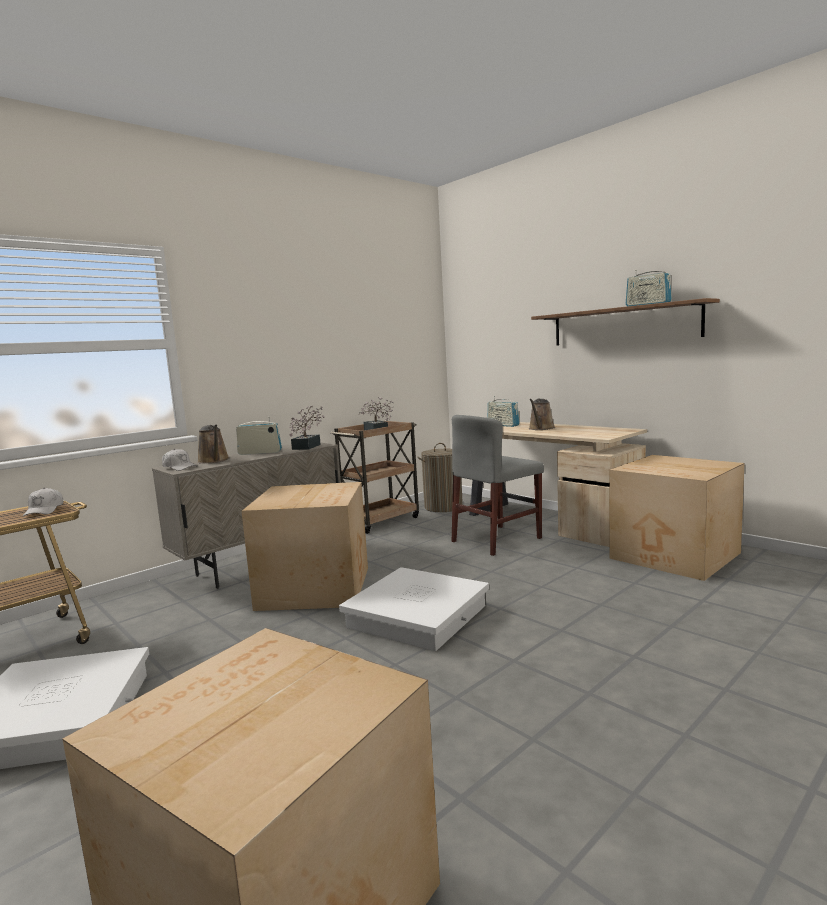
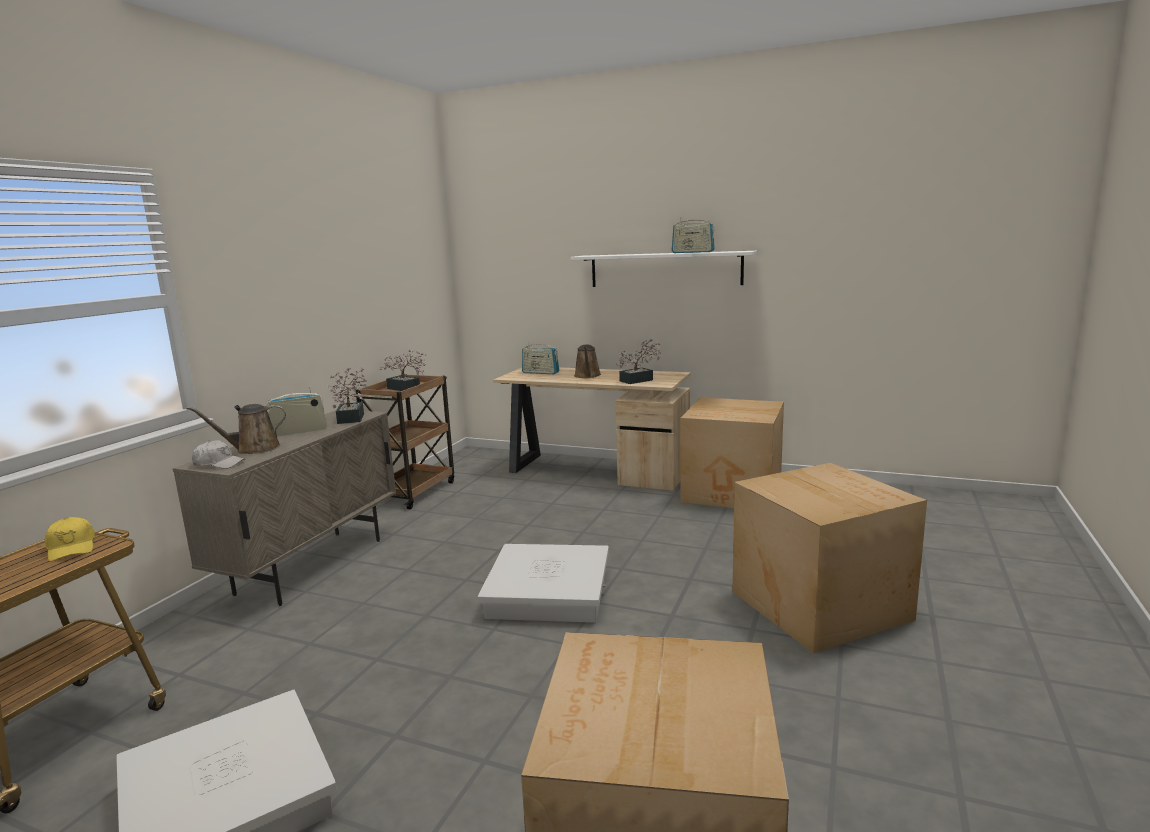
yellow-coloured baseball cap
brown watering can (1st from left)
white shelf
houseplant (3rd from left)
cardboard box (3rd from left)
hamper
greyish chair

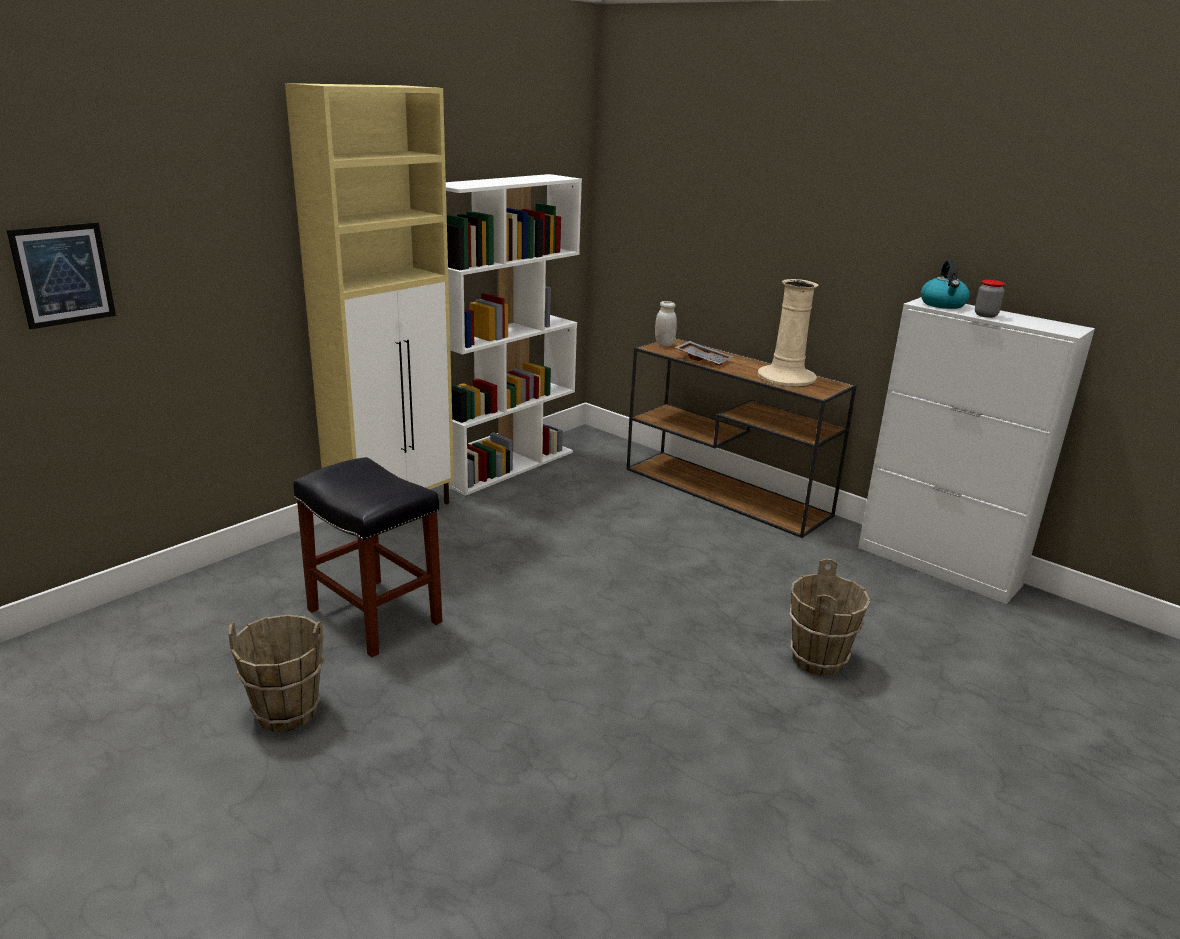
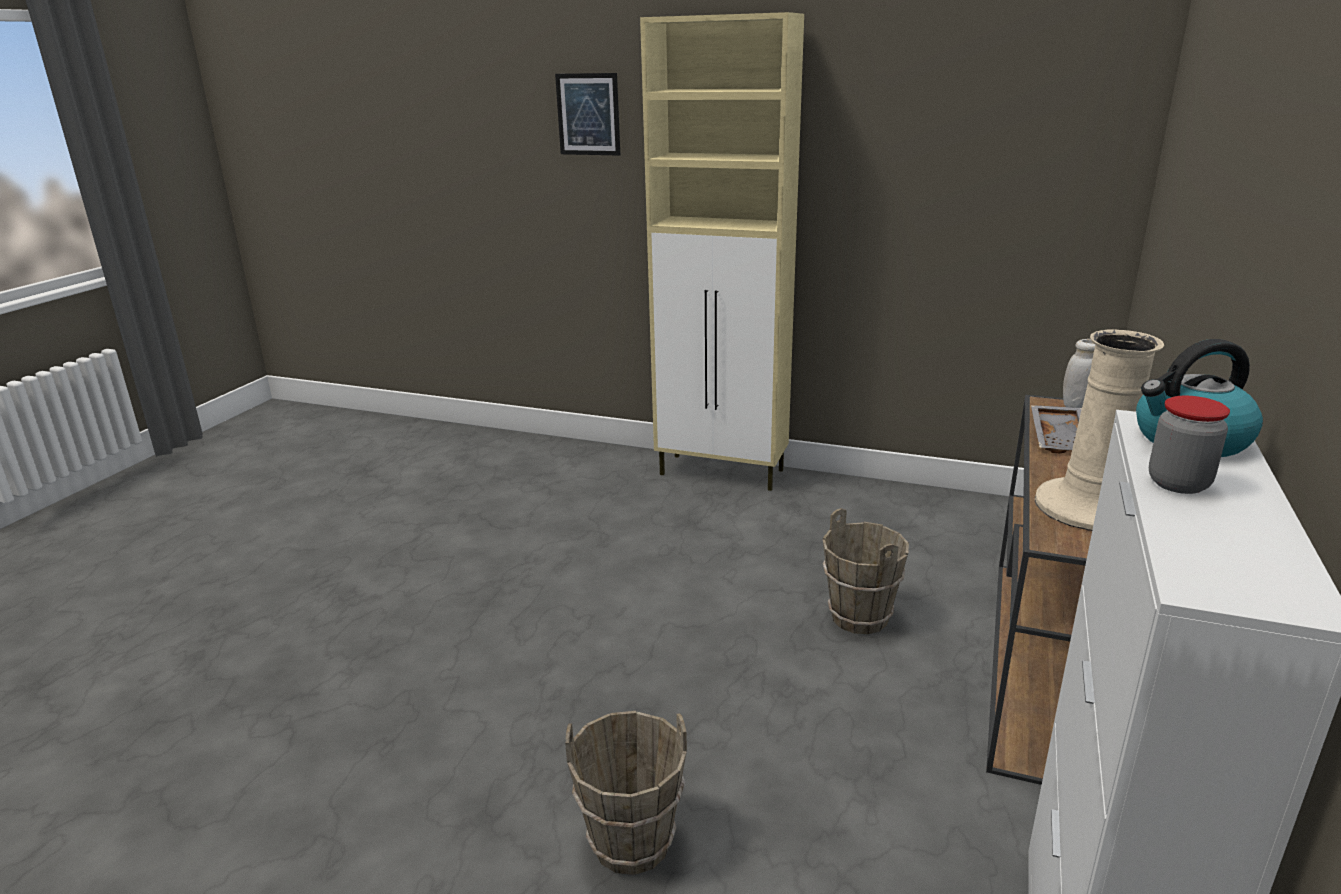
wall art
brown water bucket (2nd from left)
blackish sitting stool
white shelving unit

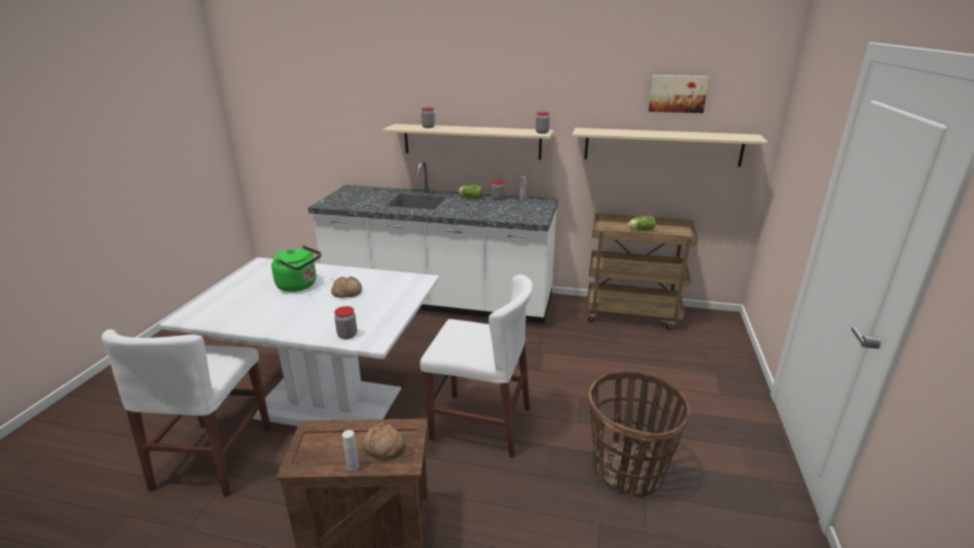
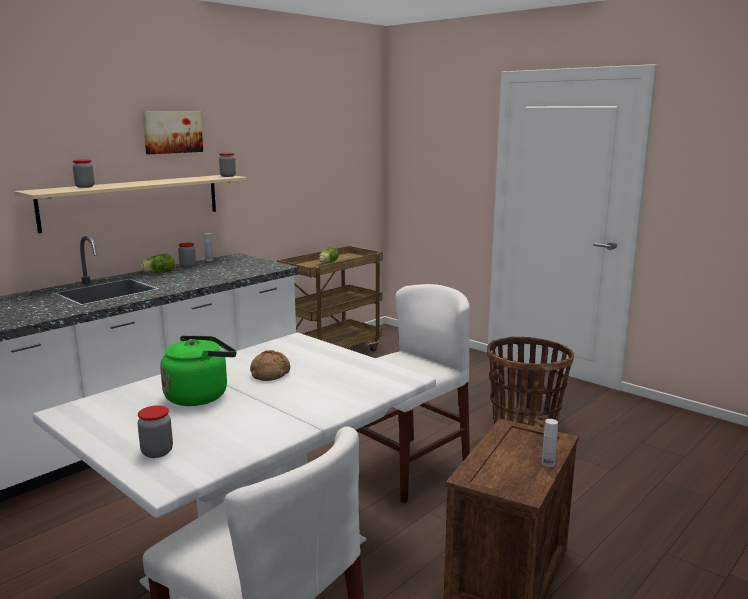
jar (2nd from left)
wall art
bread (2nd from left in the first image)
sand-coloured shelf (2nd from left in the first image)

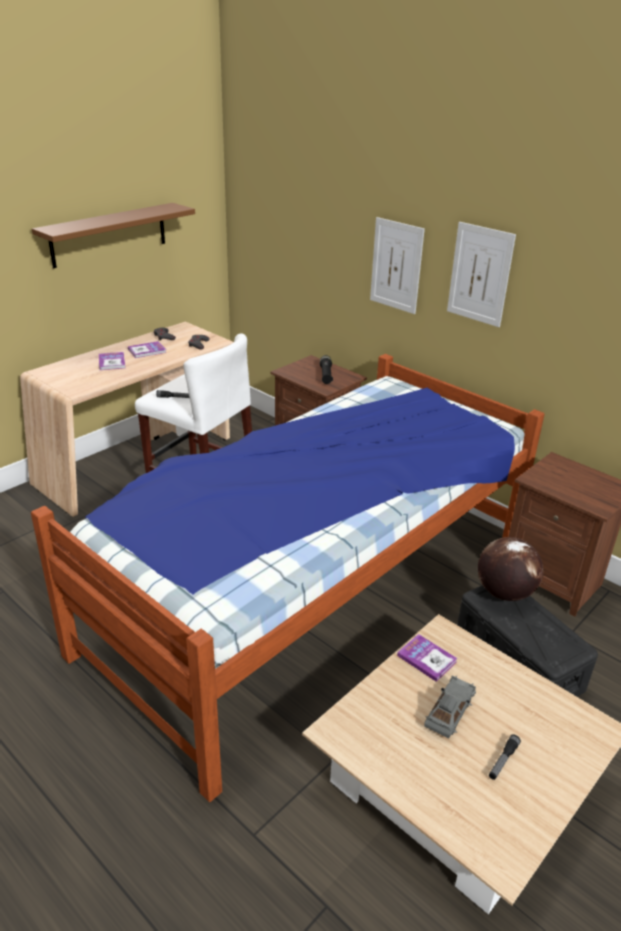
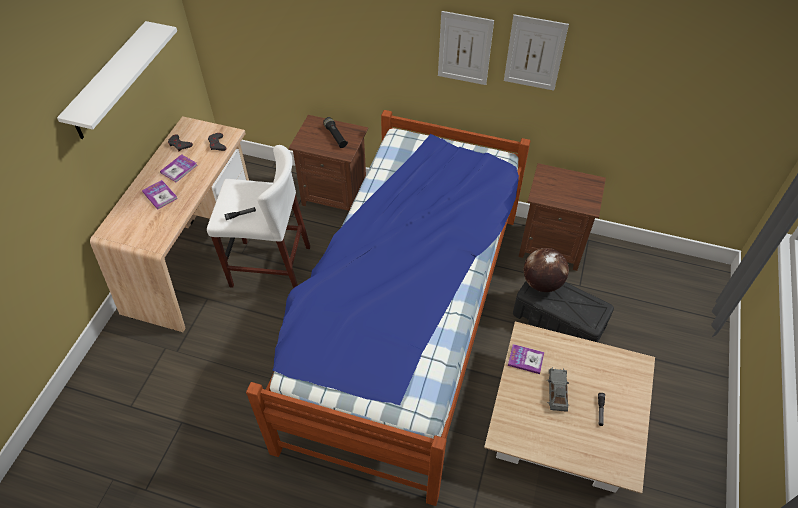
white shelf
wall art (2nd from left)

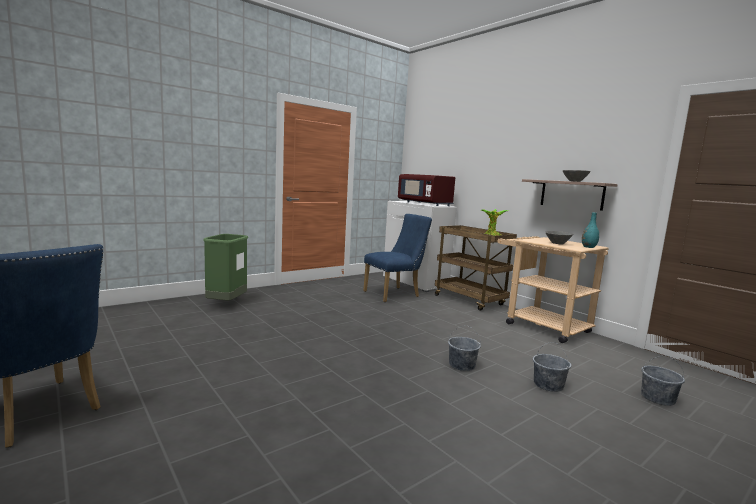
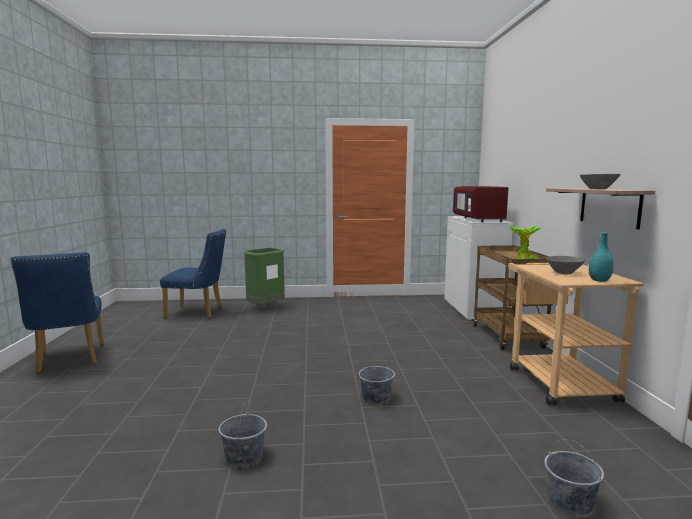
blue chair (2nd from left)
greyish water bucket (1st from left)

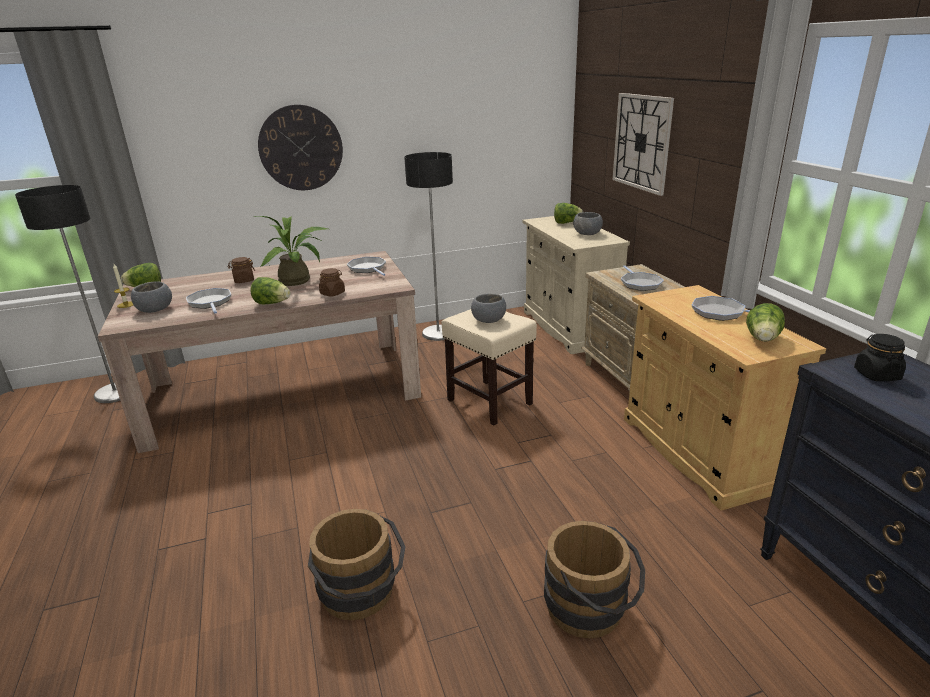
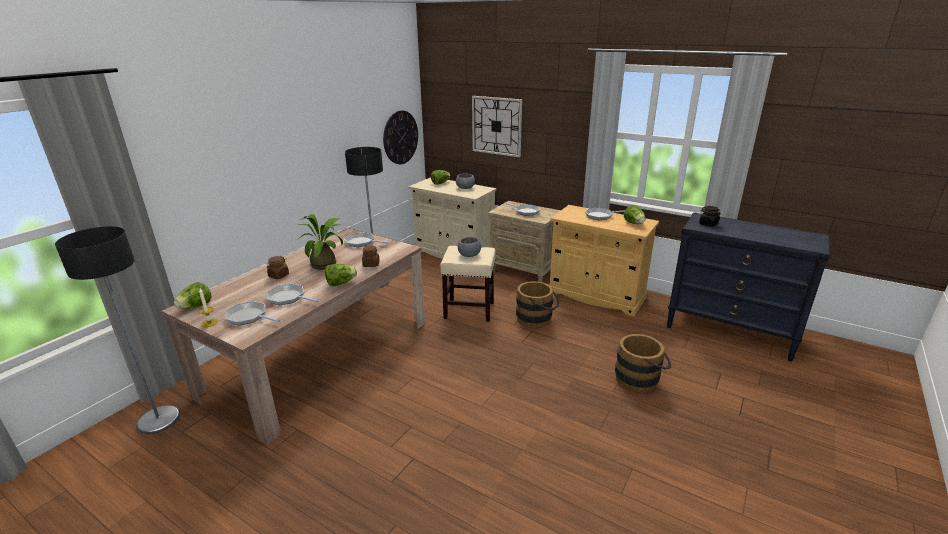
pan (1st from left)
clock on the wall (1st from left)
brown water bucket (1st from left)

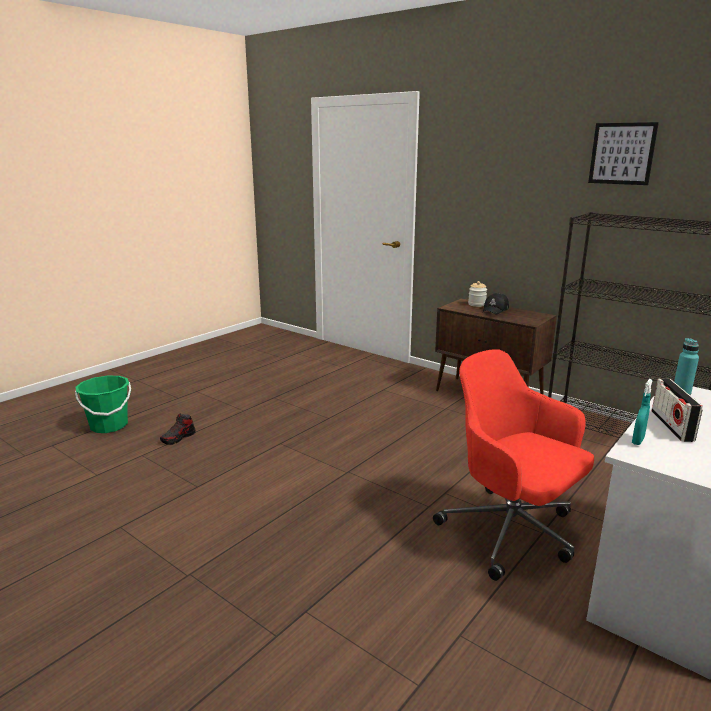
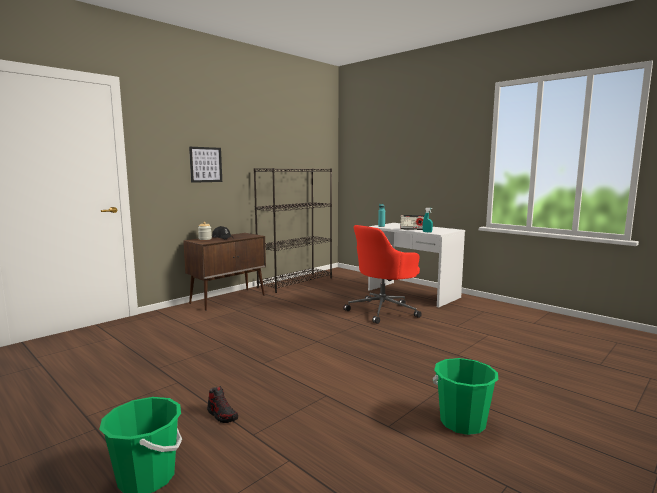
wall art
green-coloured water bucket (2nd from left)

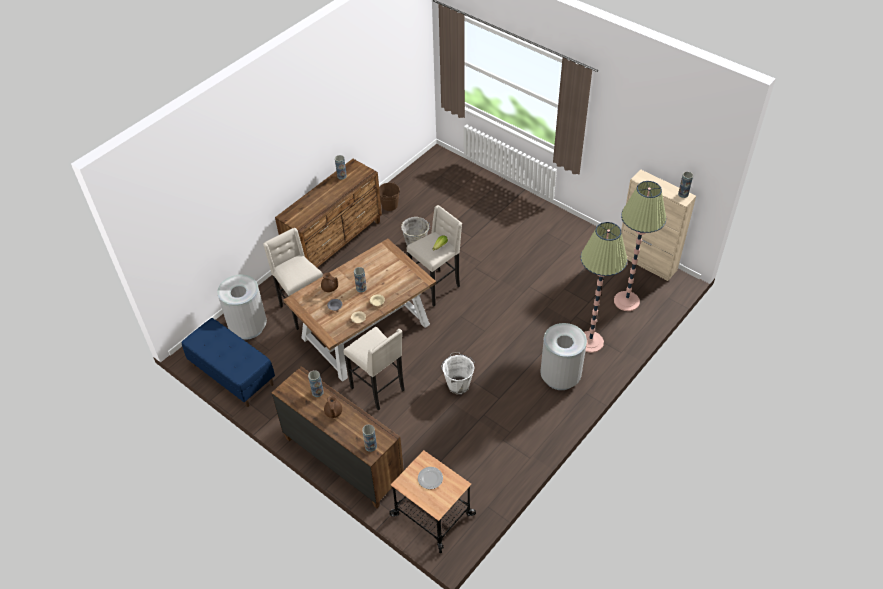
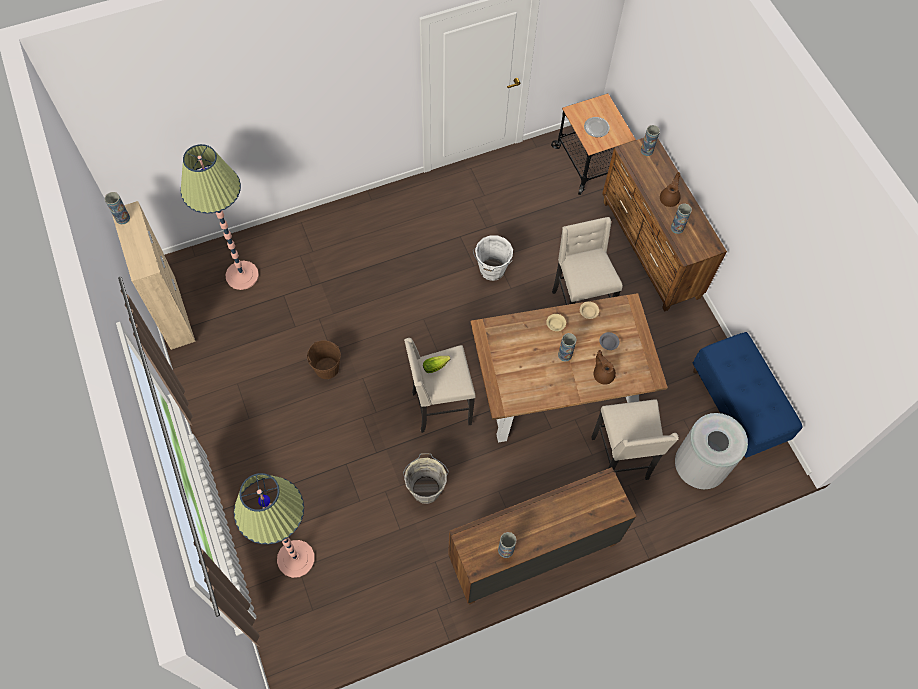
floor lamp (2nd from left)
brown water bucket
greyish rubbish bin (2nd from left in the first image)

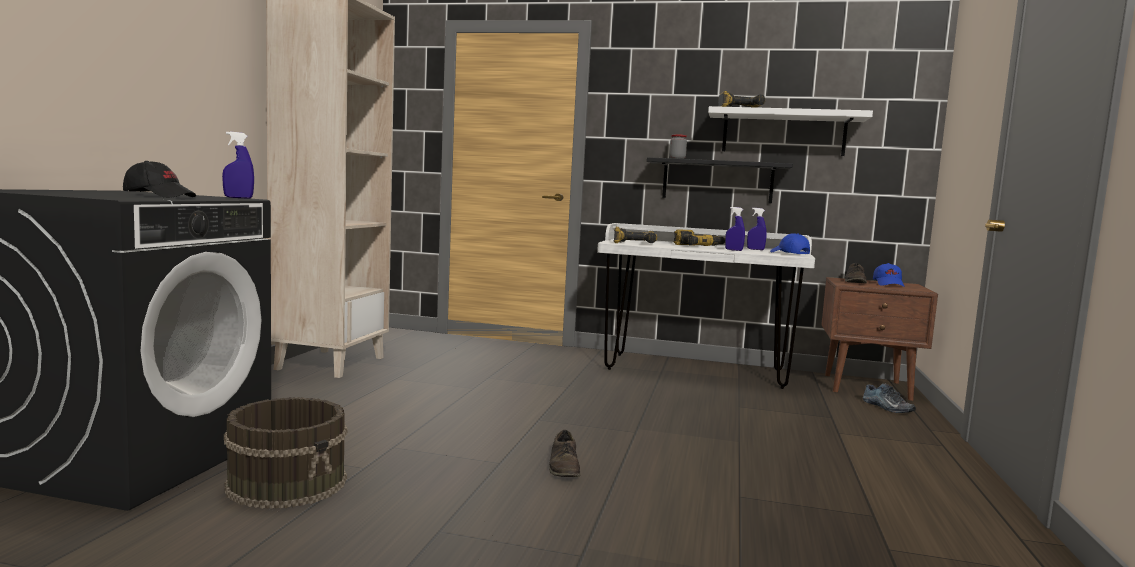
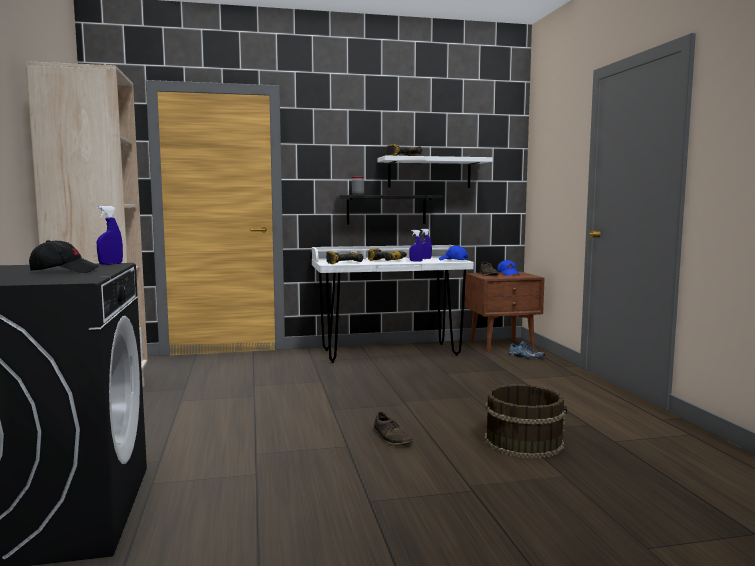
brown water bucket

